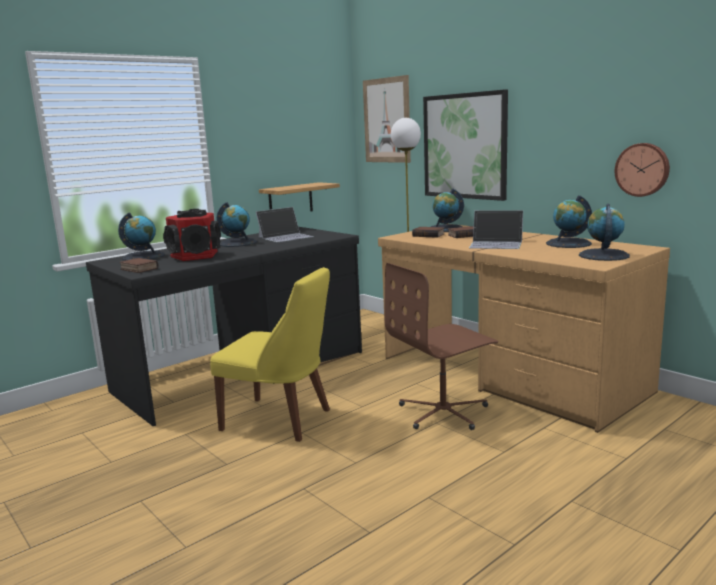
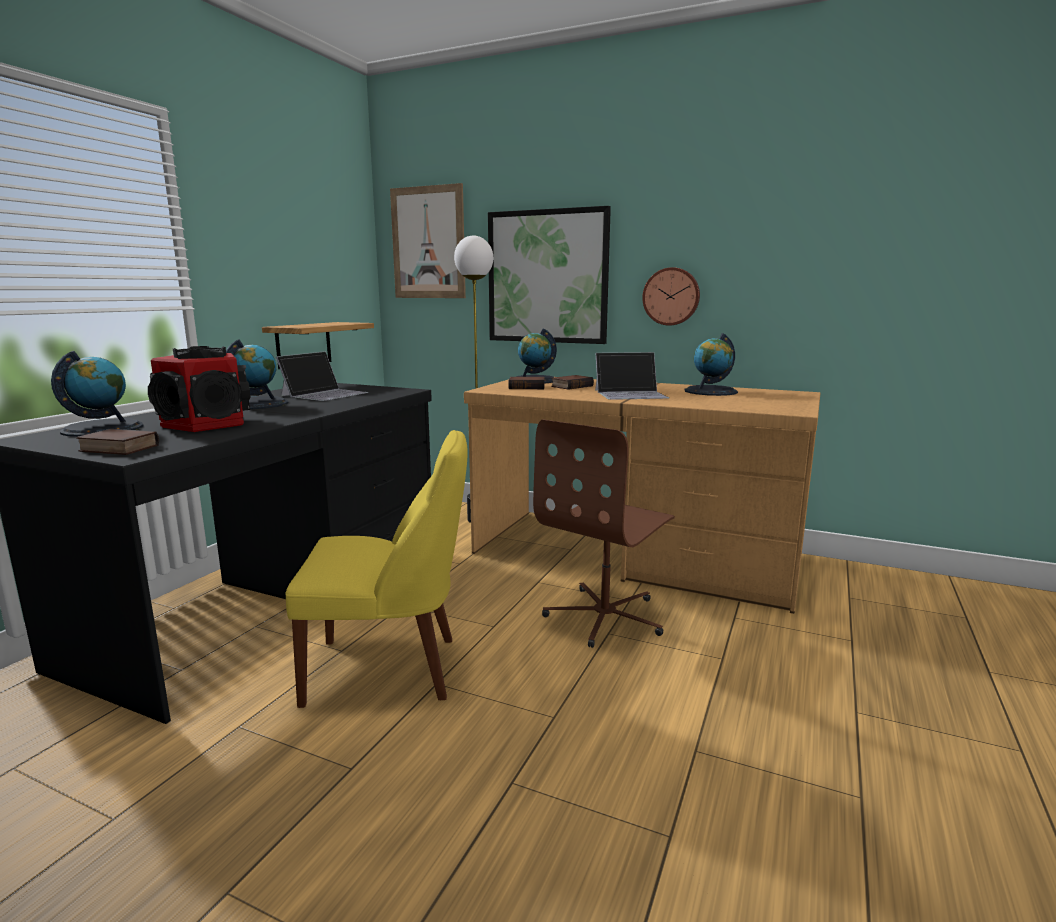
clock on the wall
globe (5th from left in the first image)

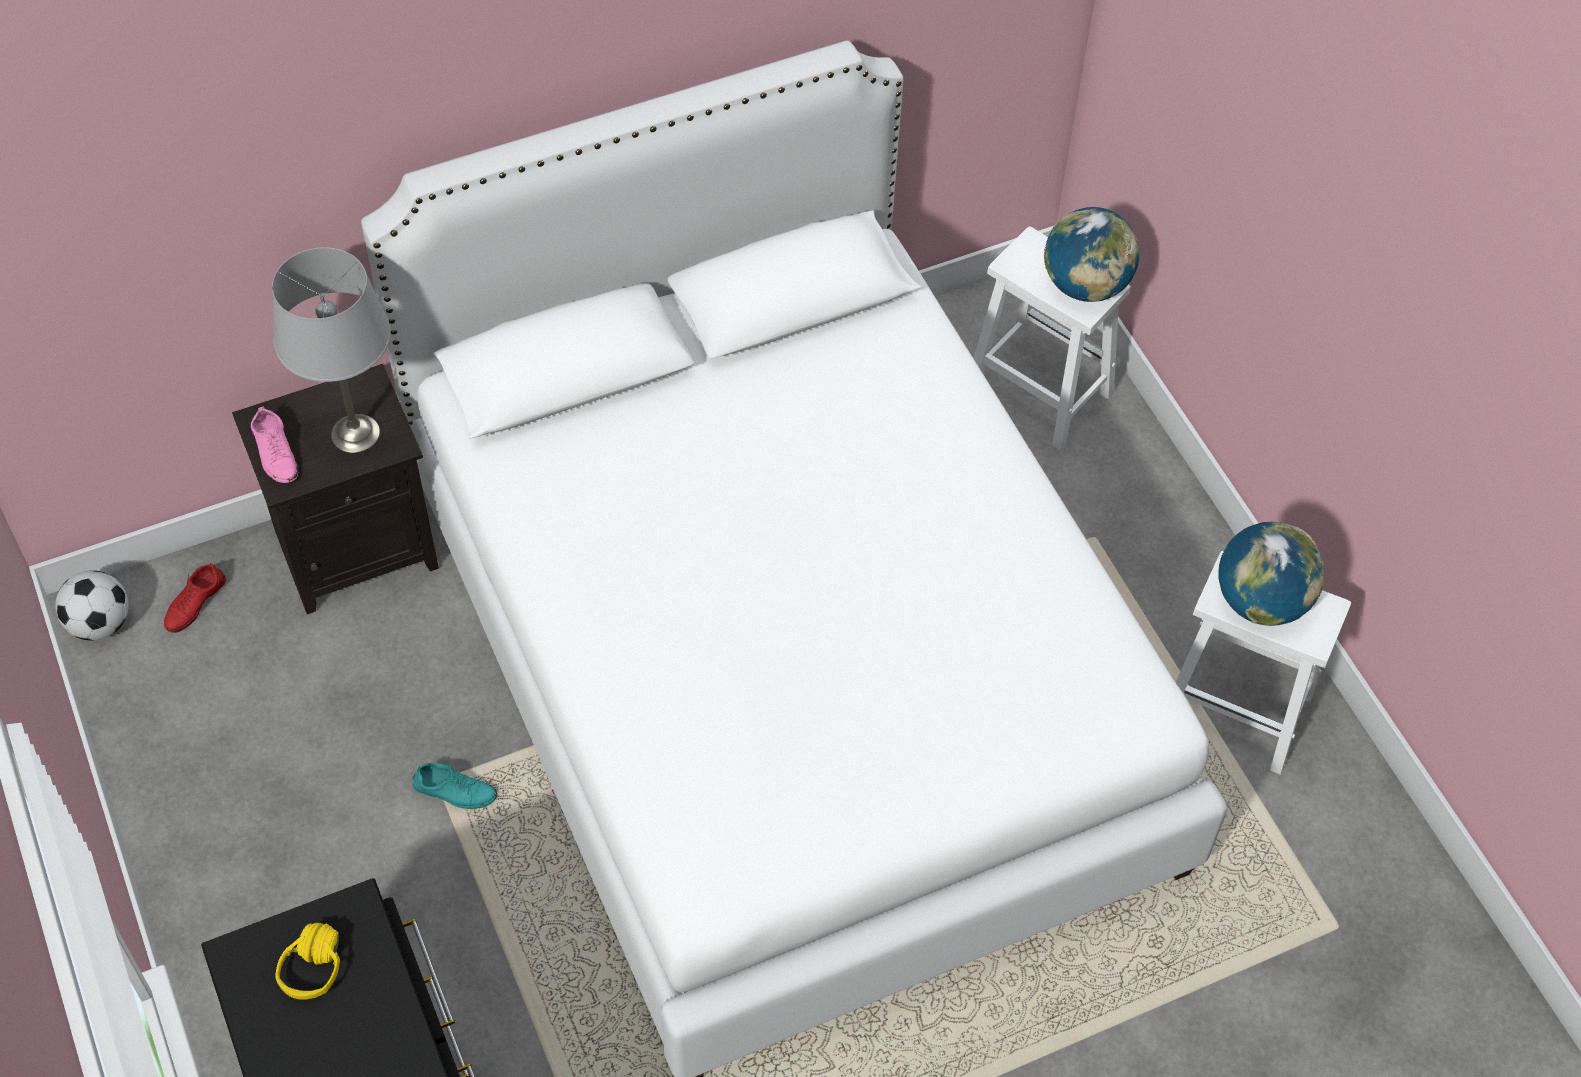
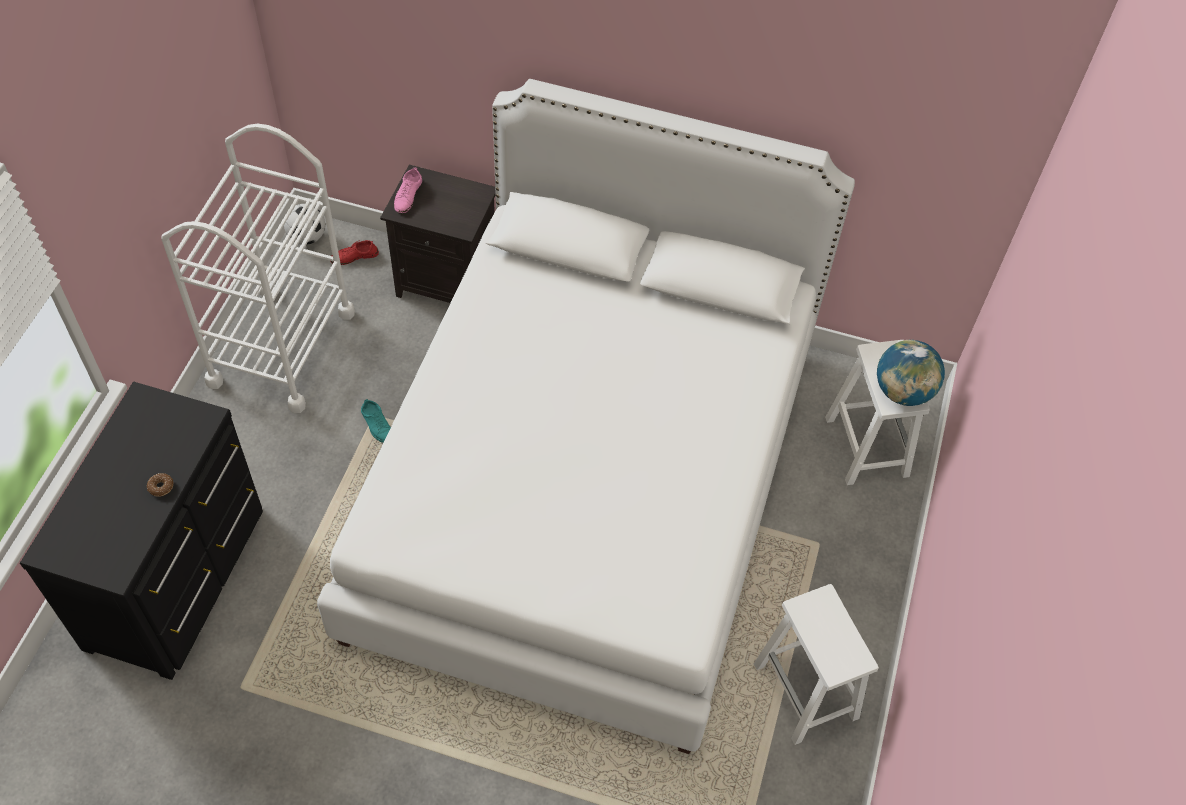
ring doughnut
white cart
greyish tabletop lamp
yellow-coloured headphones
globe (2nd from left in the first image)

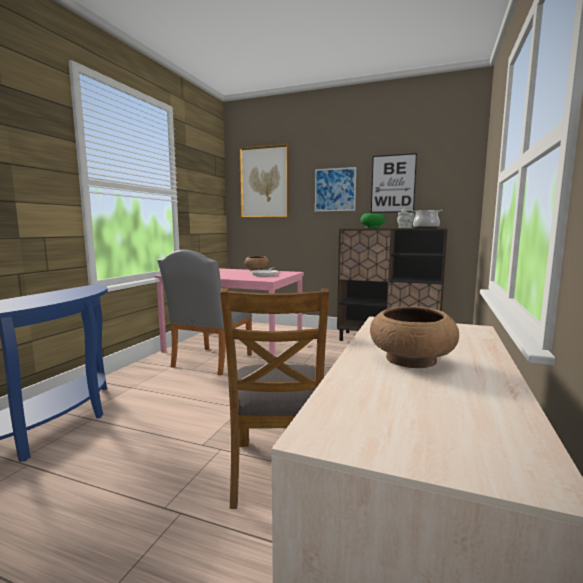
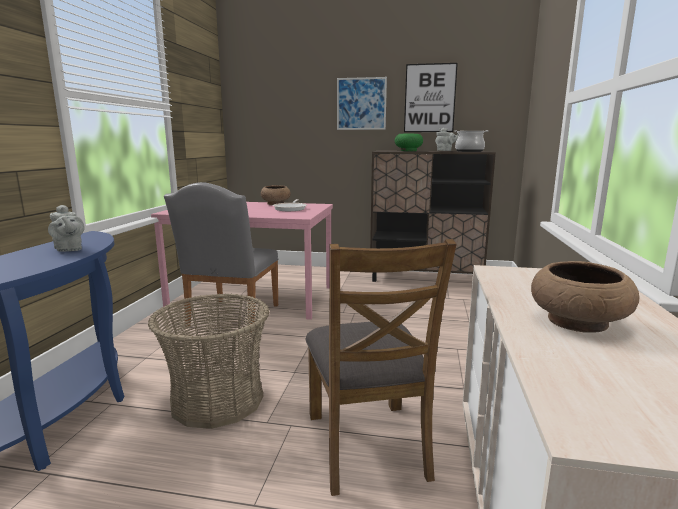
greyish tea pot (1st from left)
storage basket
wall art (1st from left in the first image)

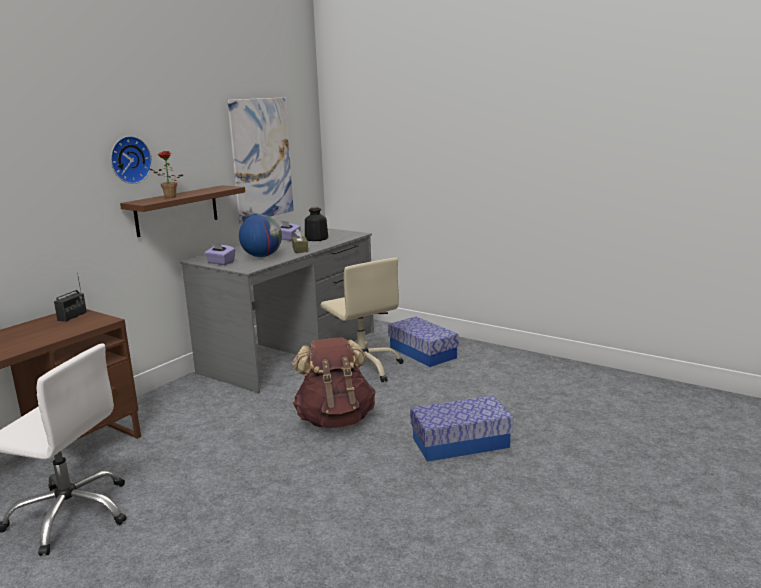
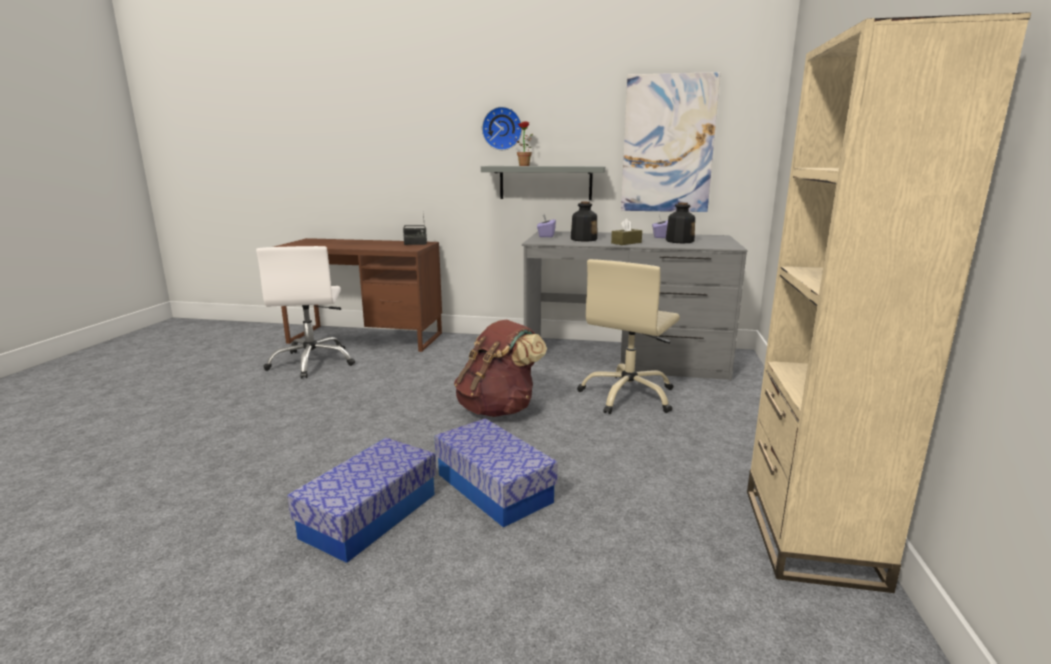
storage box (1st from left)
greyish shelf
beverage bottle (1st from left)
sand-coloured shelving unit

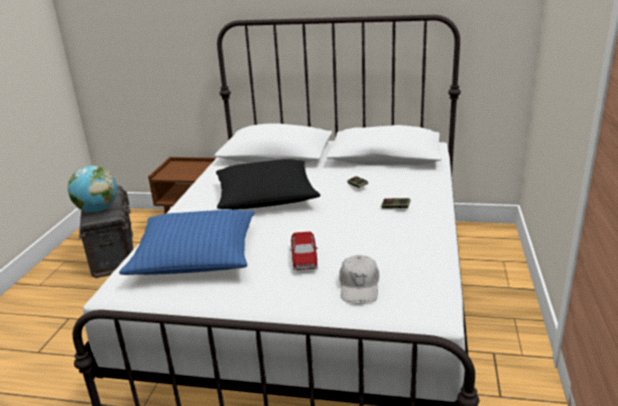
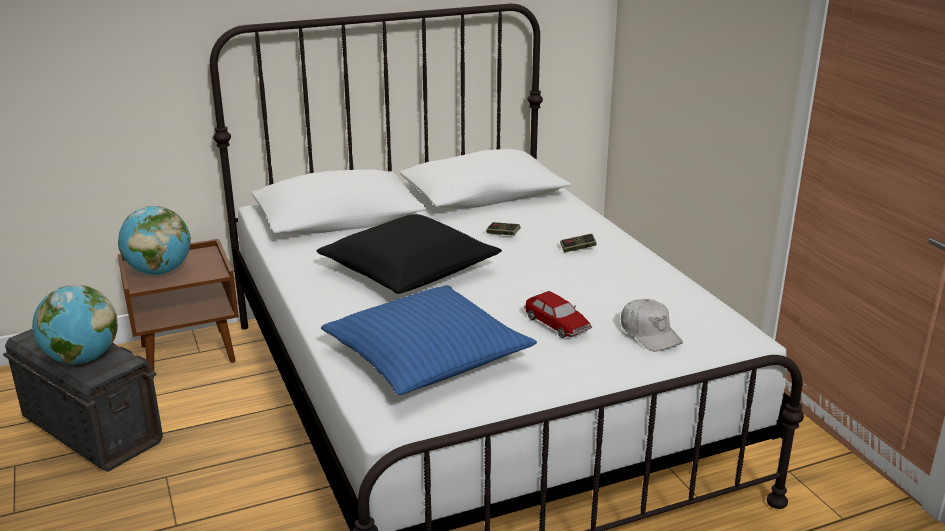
globe (2nd from left)

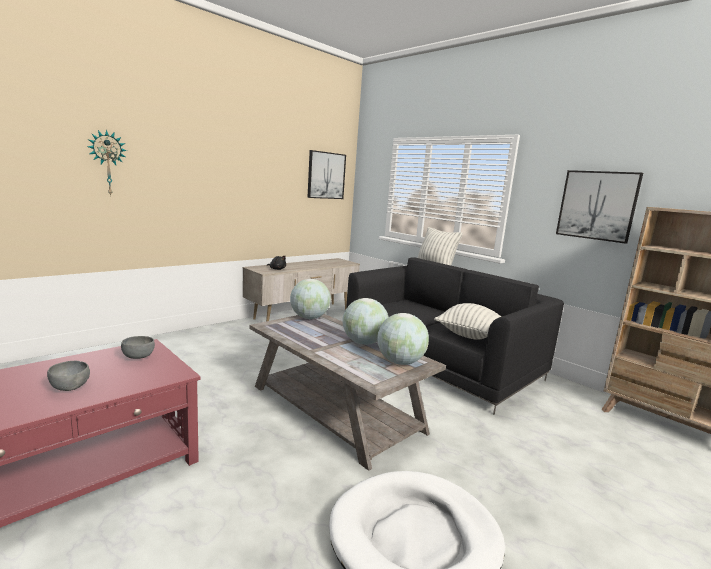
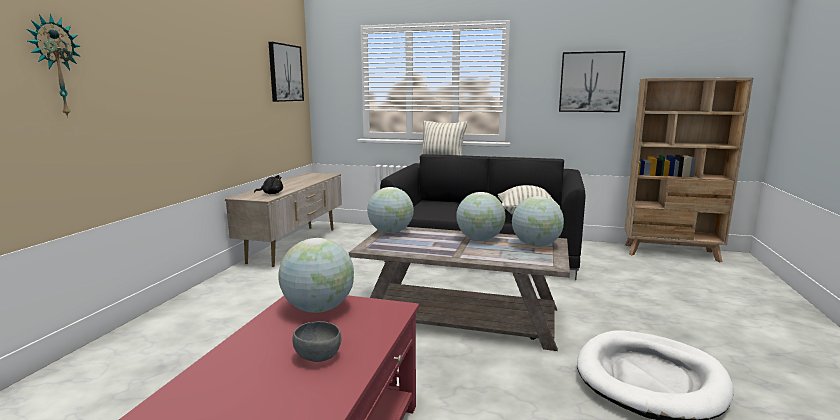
globe (1st from left)

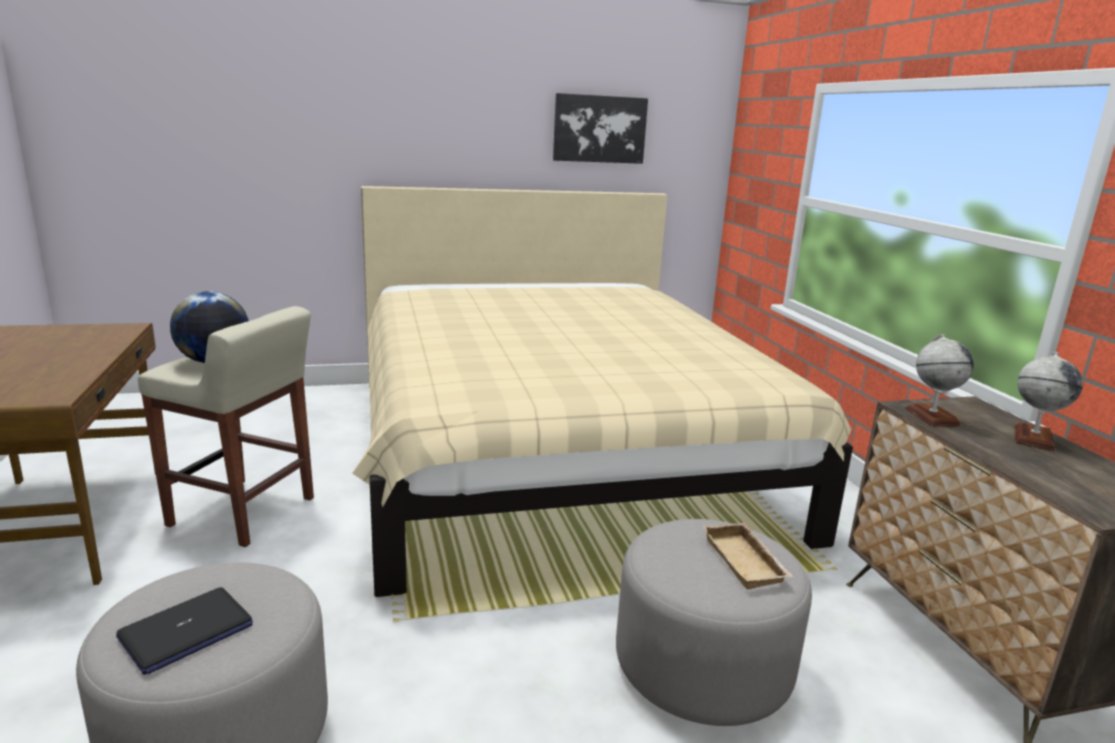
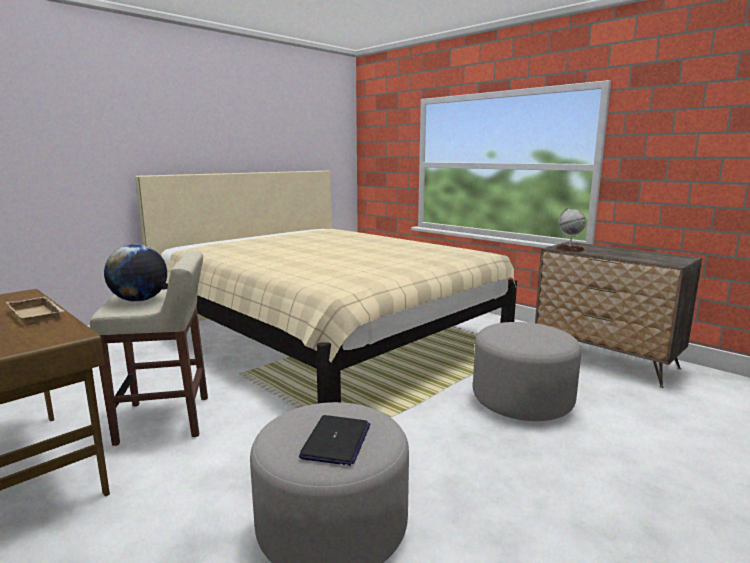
sand-coloured serving tray
wall art
globe (3rd from left in the first image)

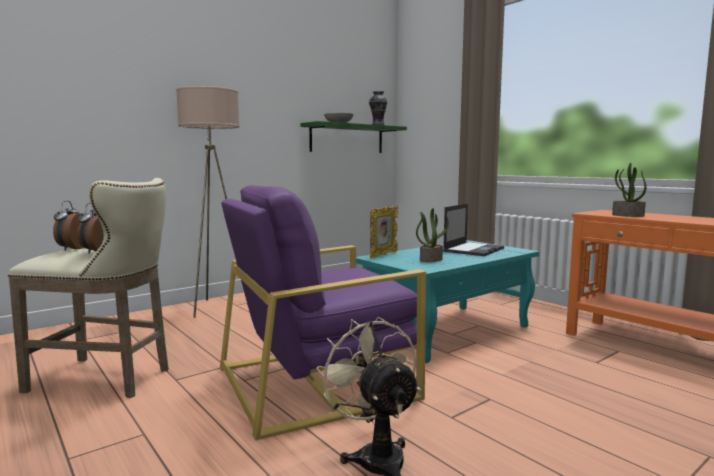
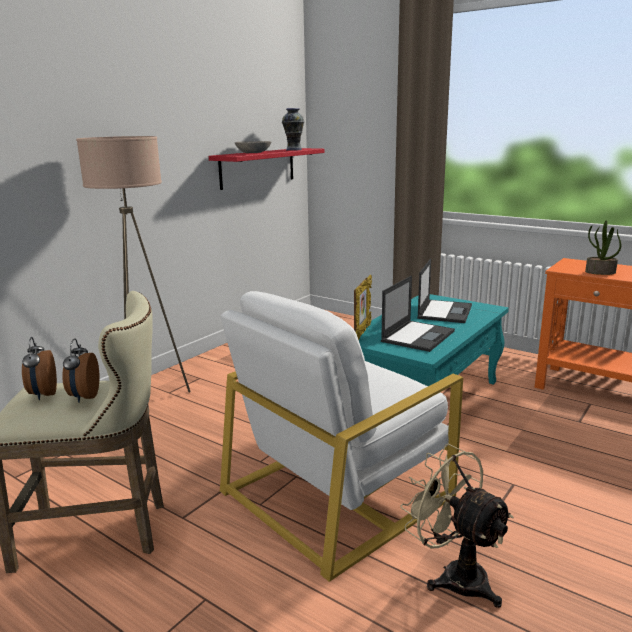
reddish shelf
white lounge chair
notebook computer (1st from left)

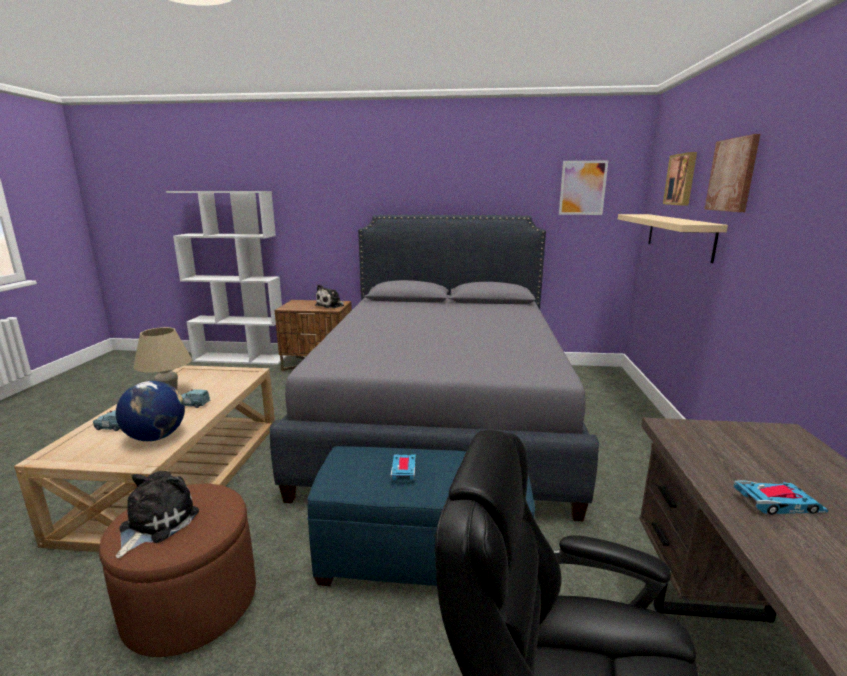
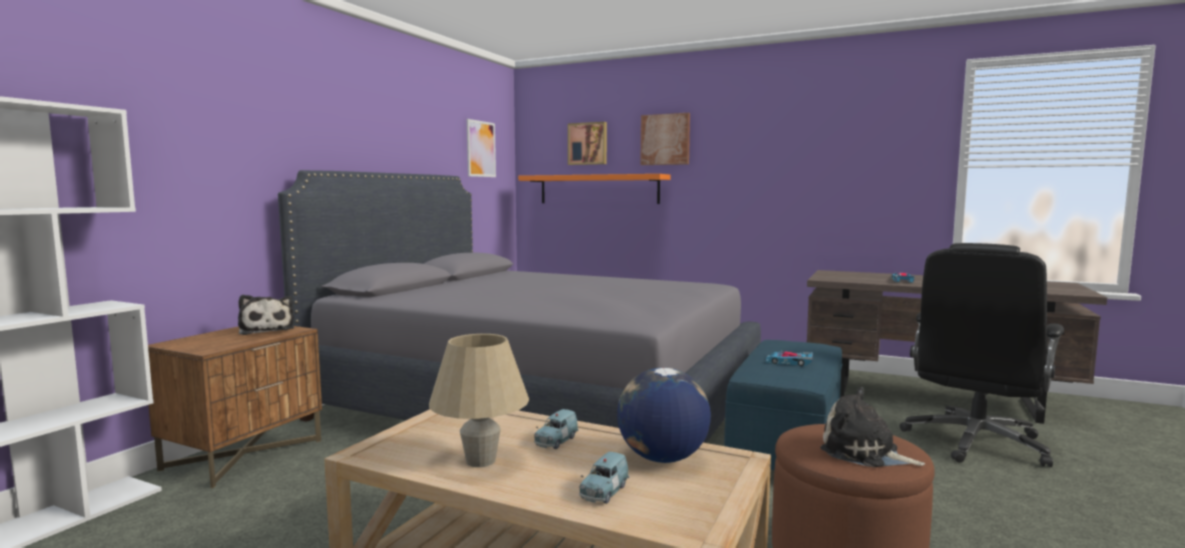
orangey shelf

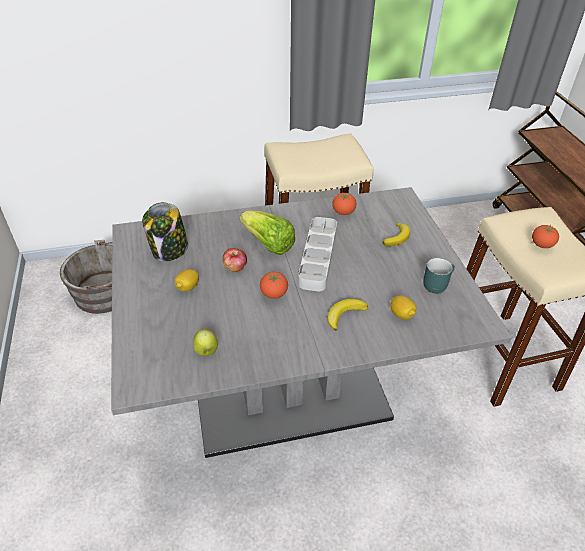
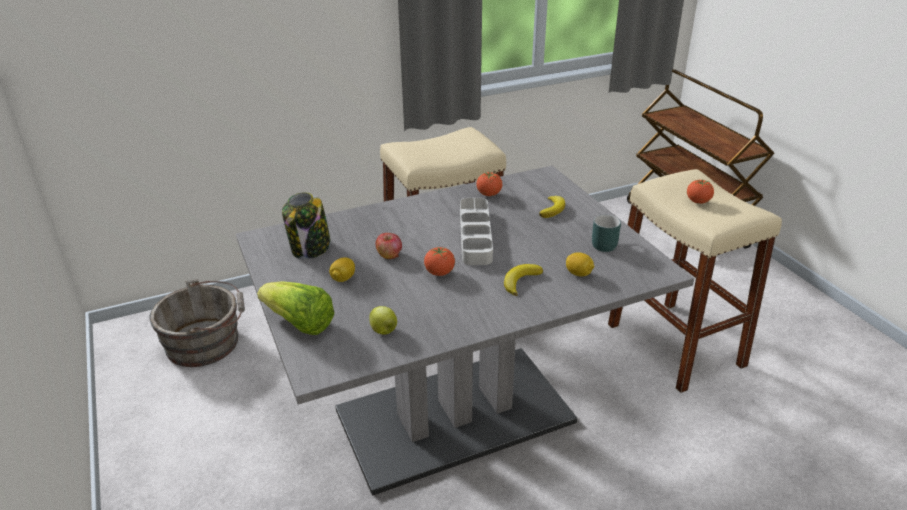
lettuce head

